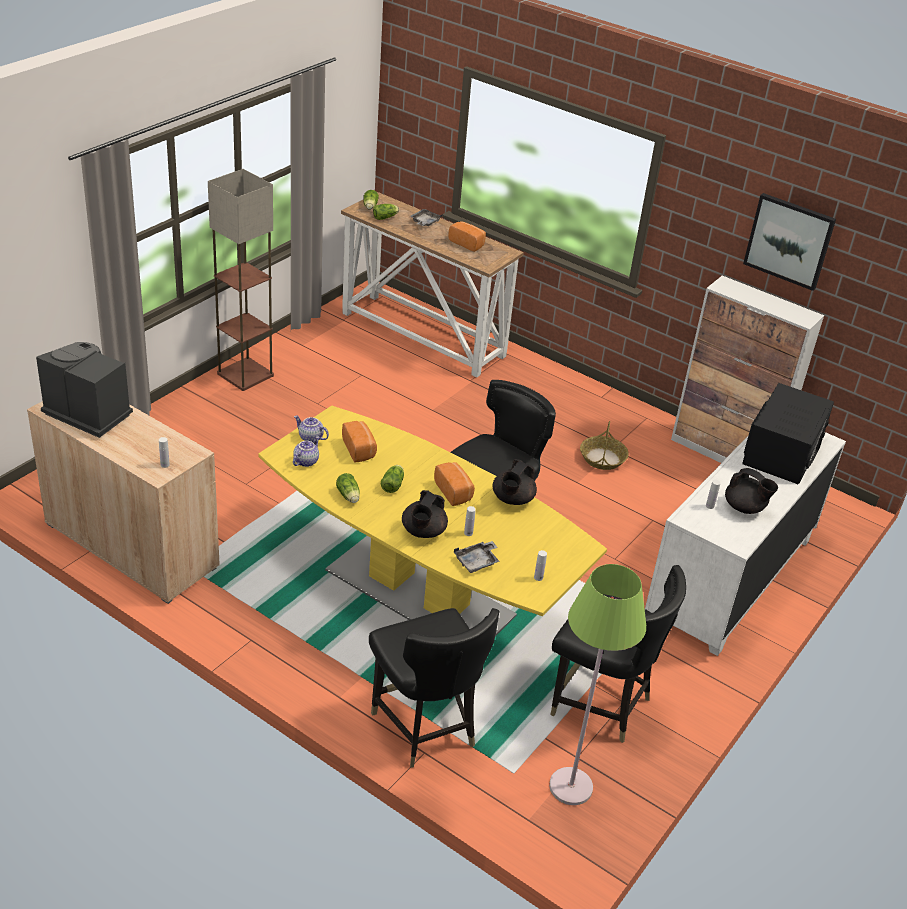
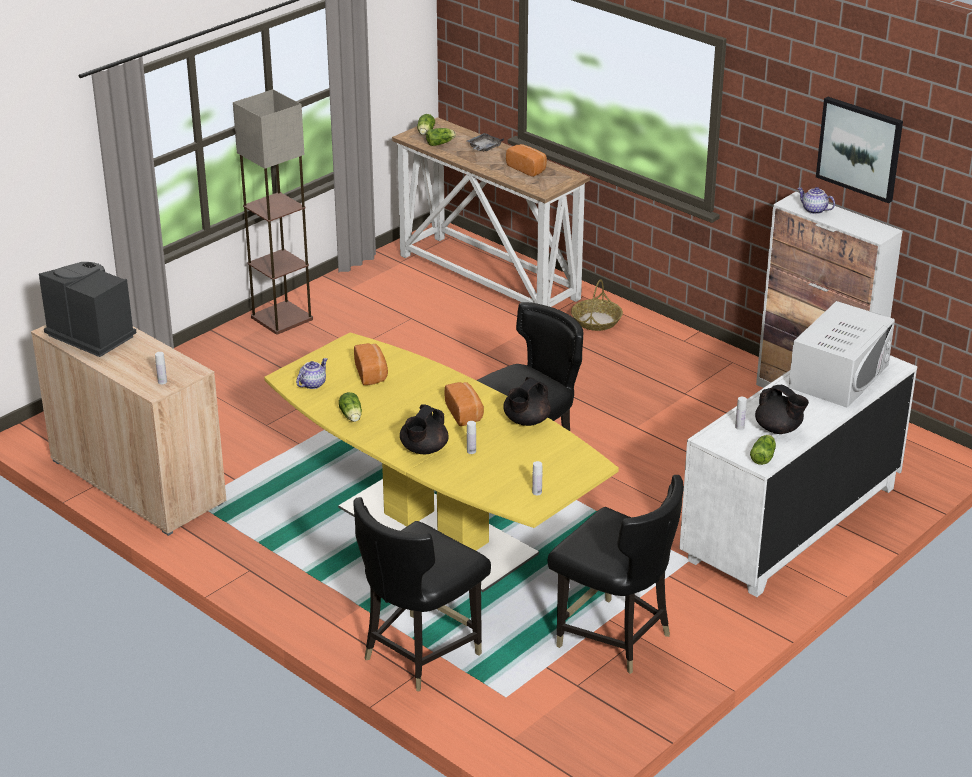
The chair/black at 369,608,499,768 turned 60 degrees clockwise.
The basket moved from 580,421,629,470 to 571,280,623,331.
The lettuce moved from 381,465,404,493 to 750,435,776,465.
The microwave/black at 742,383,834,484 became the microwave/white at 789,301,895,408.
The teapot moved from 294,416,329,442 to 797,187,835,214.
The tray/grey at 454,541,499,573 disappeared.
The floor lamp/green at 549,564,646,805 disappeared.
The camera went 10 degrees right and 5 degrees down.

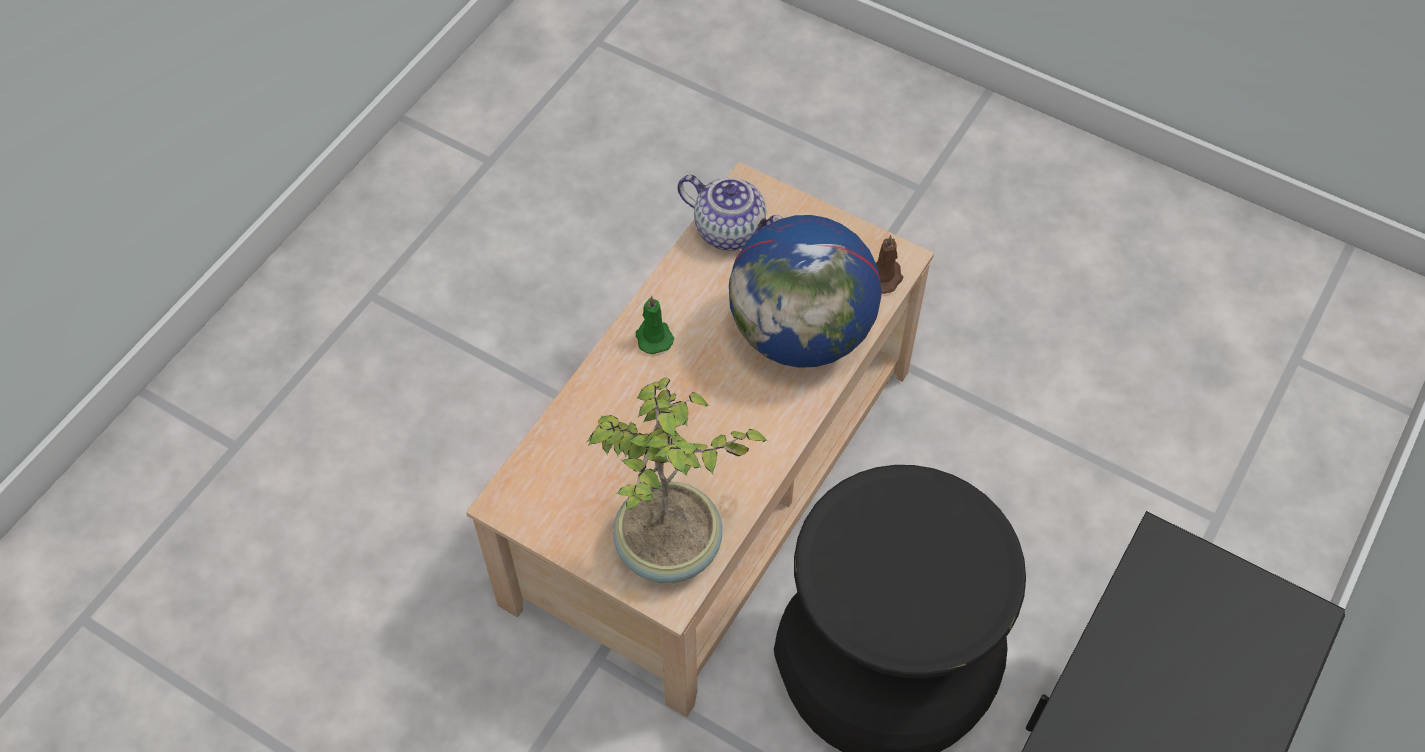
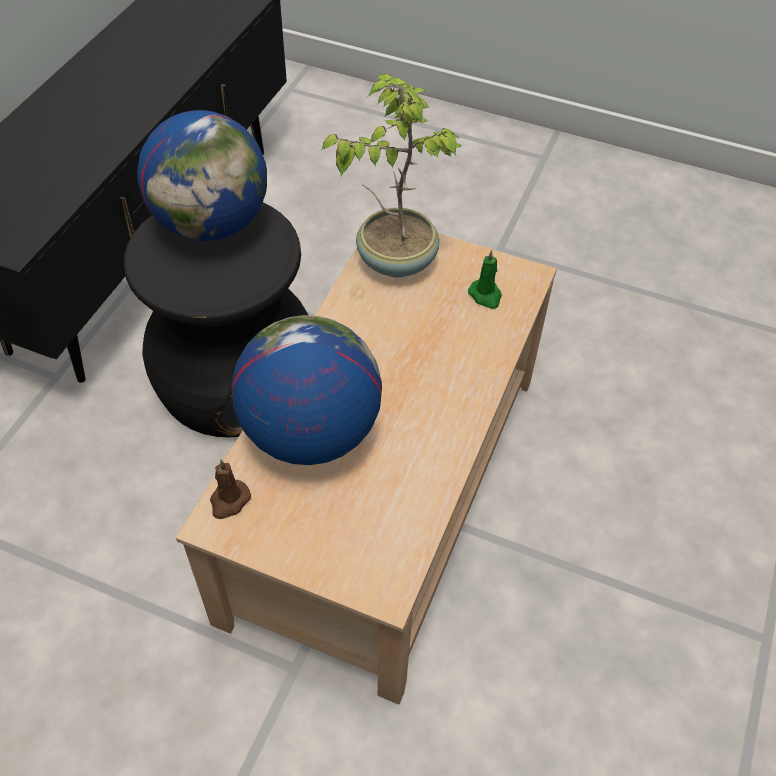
The globe at 137,110,267,241 appeared.
The candle/green moved from 636,296,674,354 to 468,250,502,309.
The teapot at 677,175,782,250 disappeared.
The camera went 170 degrees right and 5 degrees down.

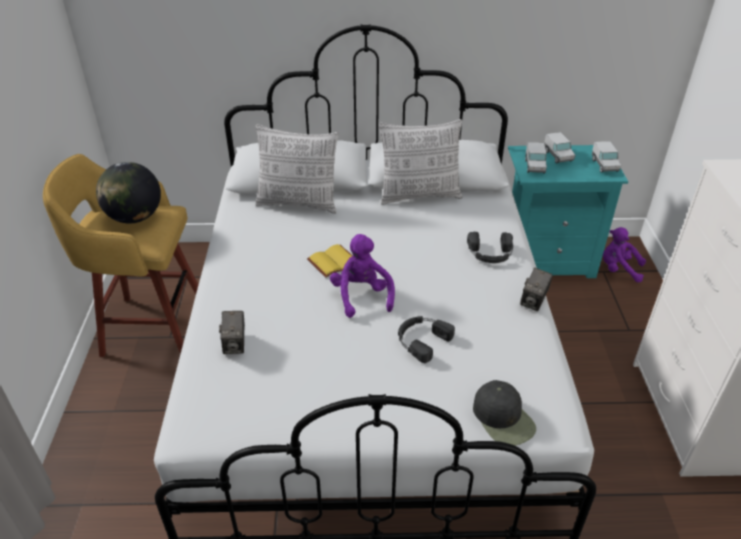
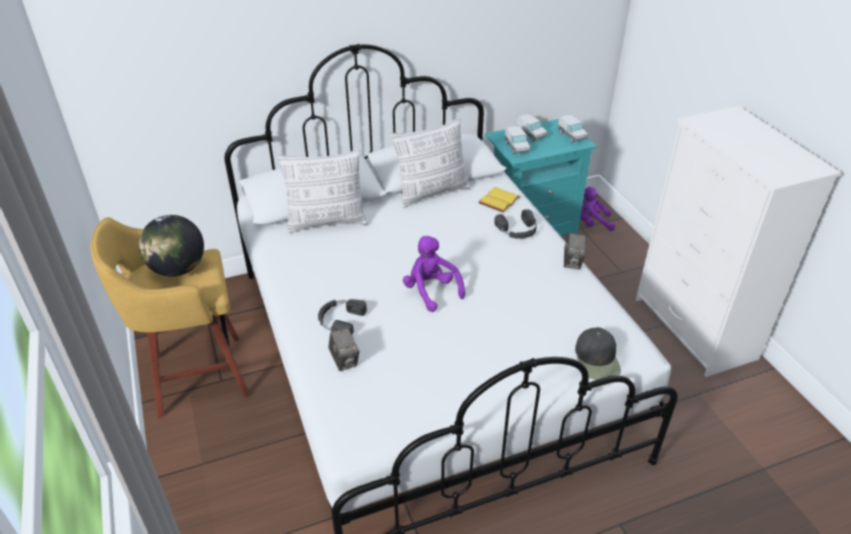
The headphones/black moved from 398,316,455,363 to 318,299,367,335.
The book/yellow moved from 307,244,353,278 to 478,187,520,213.
The cap/black at 473,380,536,446 turned 45 degrees clockwise.
The camera went 20 degrees left and 0 degrees up.

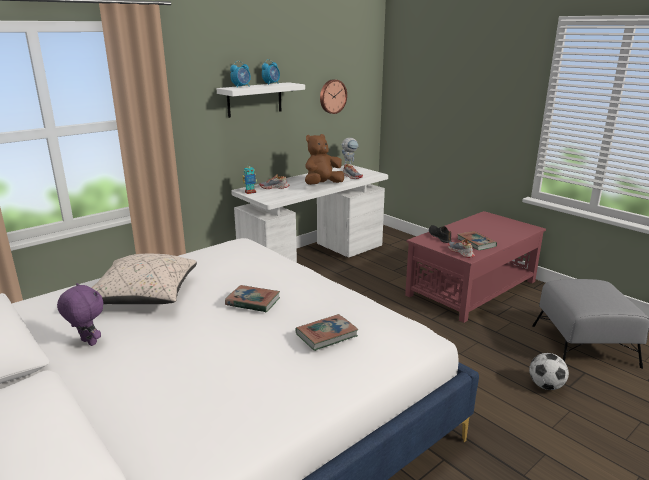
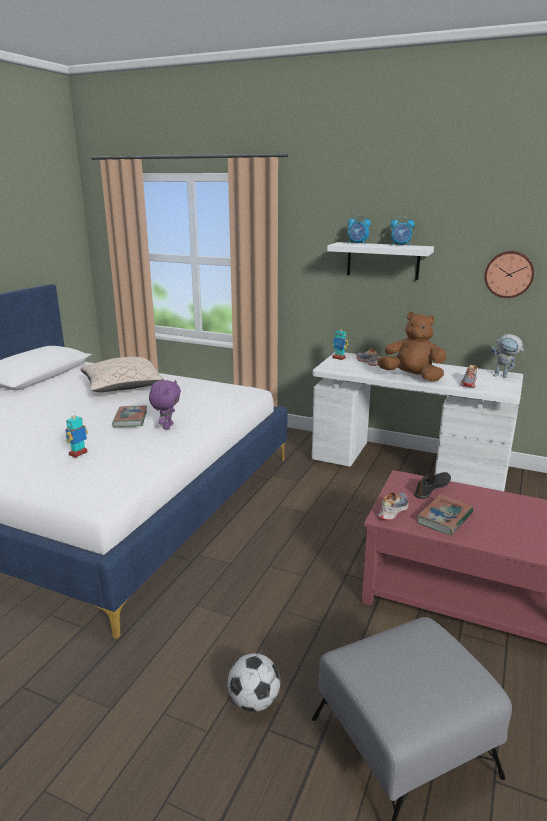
The book at 295,314,359,351 was replaced by the toy robot at 65,411,88,458.
The plush toy/purple moved from 57,283,103,346 to 149,380,181,430.
The camera went 65 degrees right and 0 degrees up.

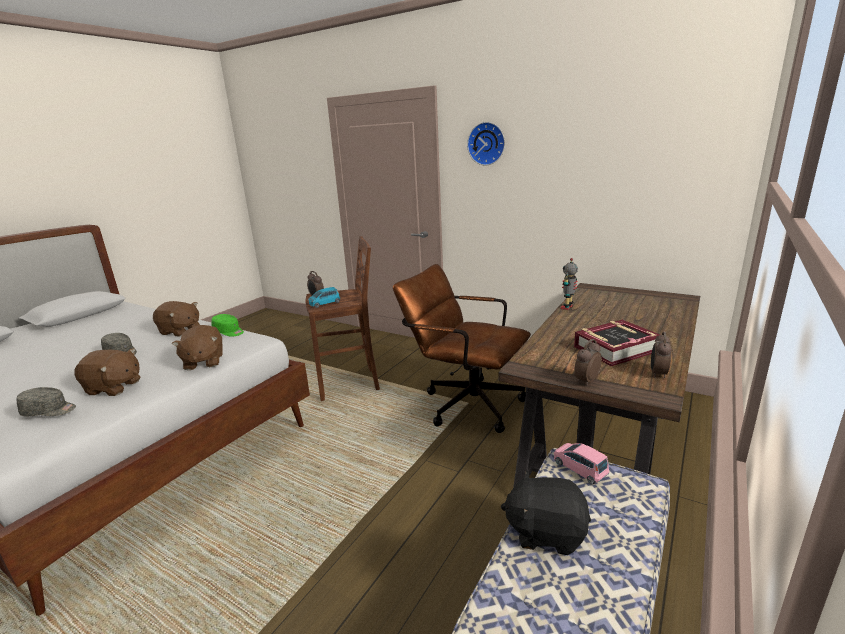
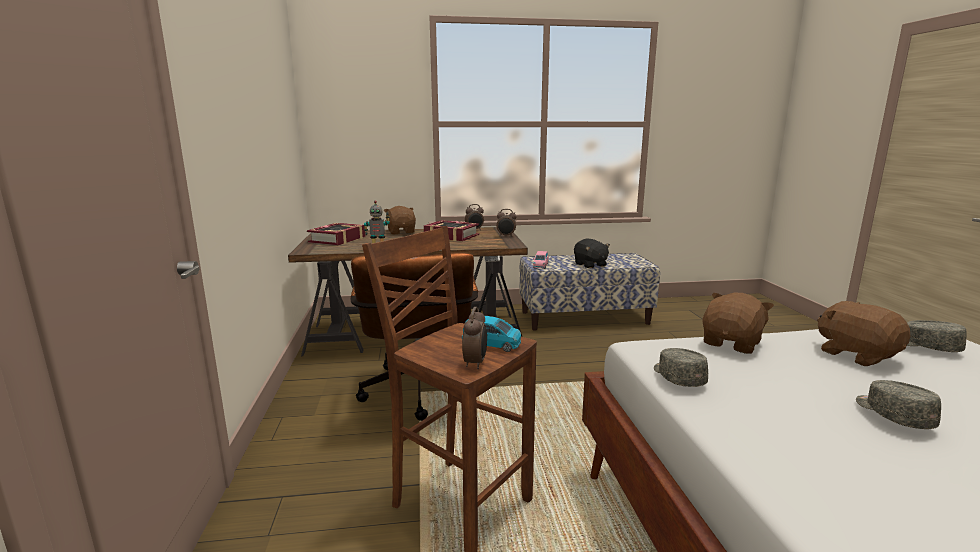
The book at 307,223,366,245 appeared.
The plush toy/brown moved from 153,301,200,336 to 384,206,416,234.
The cap/green at 211,314,244,337 became the cap/grey at 654,348,708,387.
The wall clock at 467,122,505,165 disappeared.
The camera went 130 degrees left and 5 degrees down.

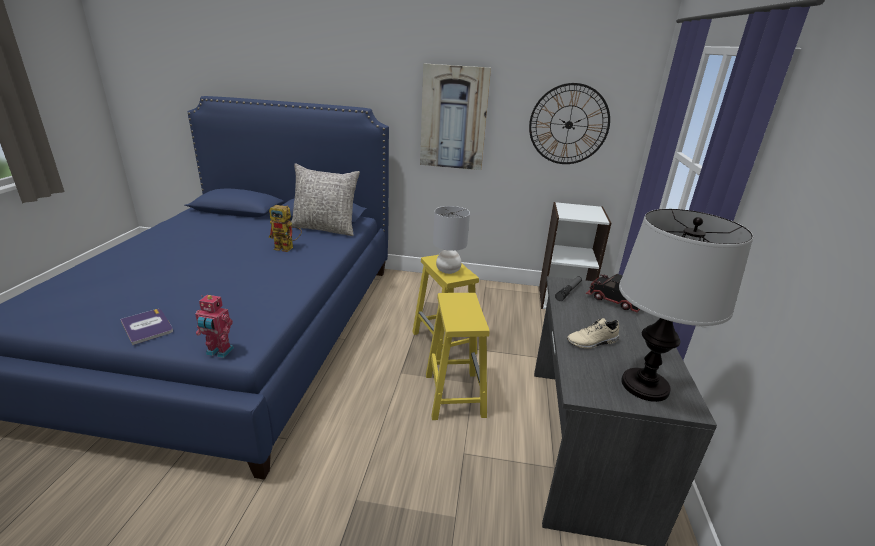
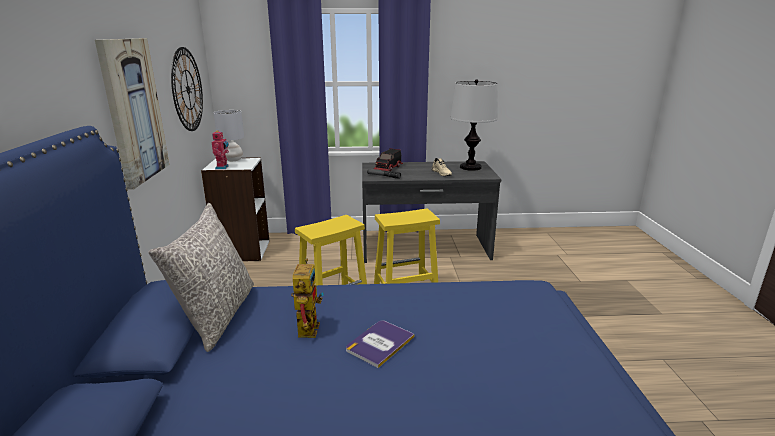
The toy robot moved from 195,295,234,358 to 211,130,229,169.
The table lamp/grey moved from 433,206,470,274 to 214,110,244,161.
The book moved from 120,309,173,345 to 346,321,415,368.
The camera went 100 degrees left and 5 degrees down.

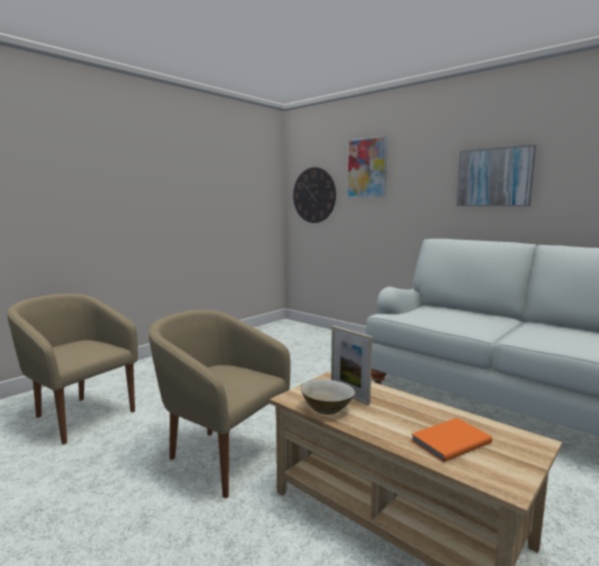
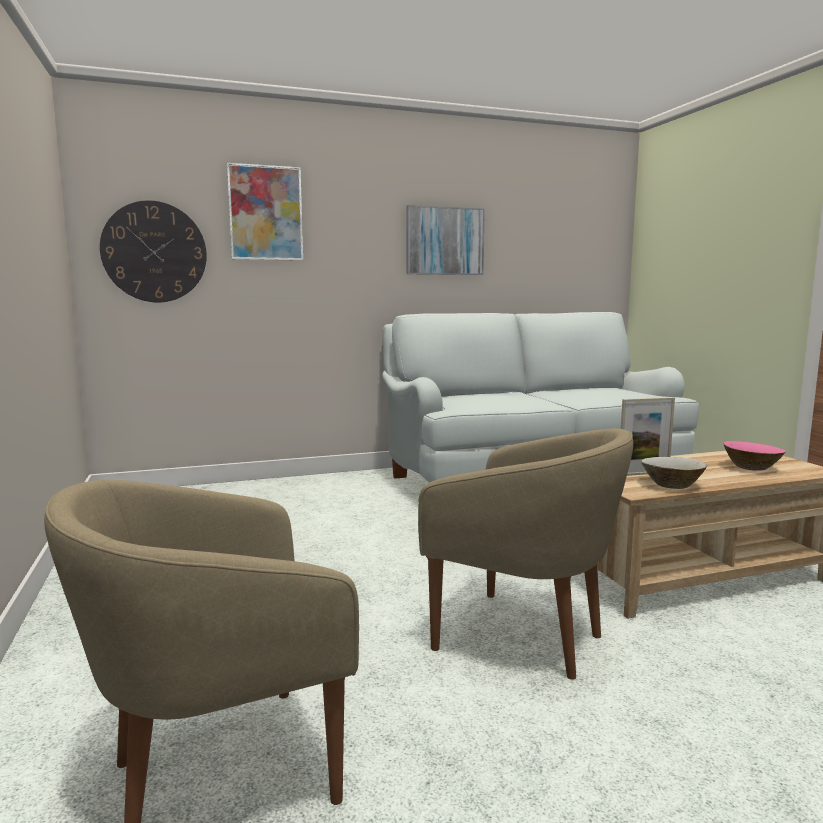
The armchair/beige at 149,310,290,498 turned 120 degrees counterclockwise.
The book/orange at 411,418,492,462 was replaced by the bowl/pink at 724,441,786,471.
The camera went 60 degrees left and 0 degrees up.

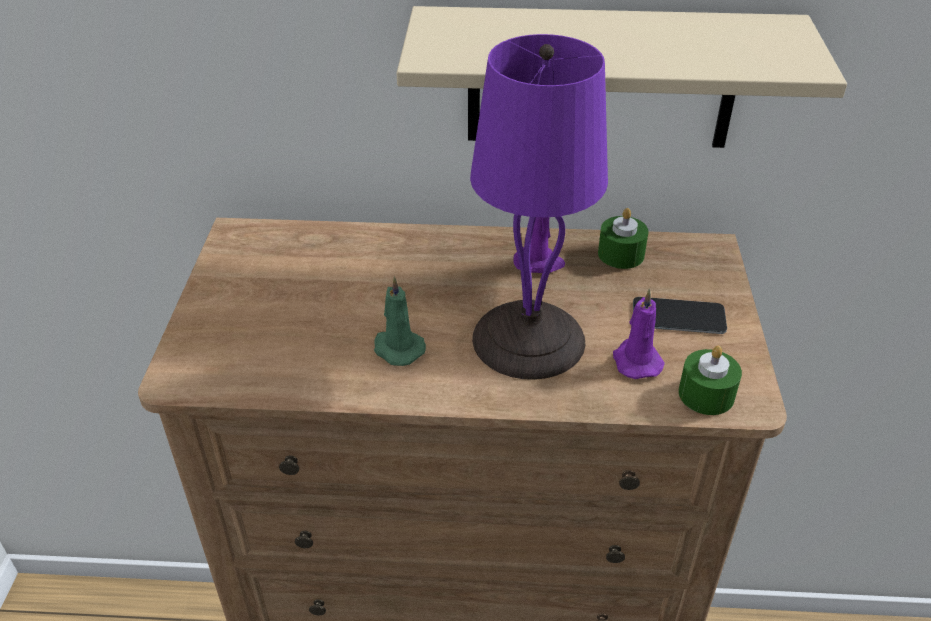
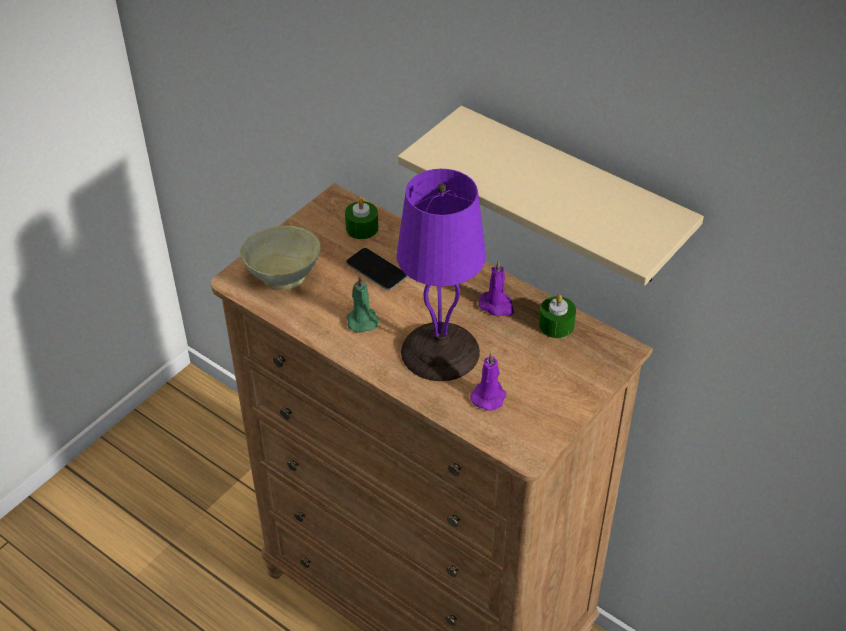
The bowl/beige at 240,225,321,290 appeared.
The candle/green moved from 679,346,742,415 to 345,198,378,239.
The phone moved from 633,297,727,334 to 346,248,407,290.
The camera went 35 degrees right and 5 degrees up.

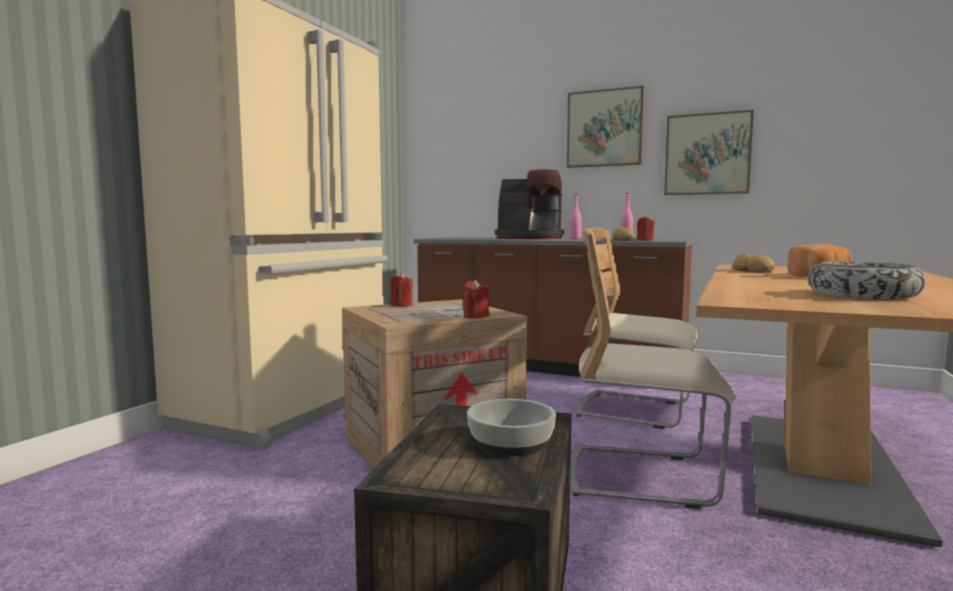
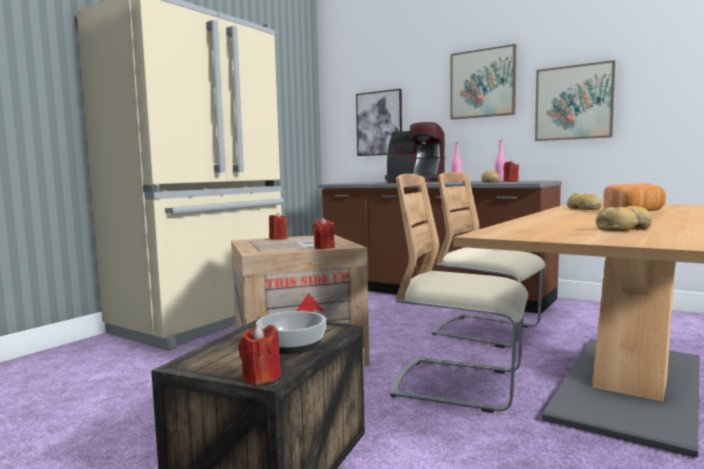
The candle/red at 238,324,281,385 appeared.
The picture at 356,89,402,156 appeared.
The bowl at 808,262,926,299 was replaced by the bread at 596,206,652,231.
The camera went 10 degrees right and 0 degrees up.

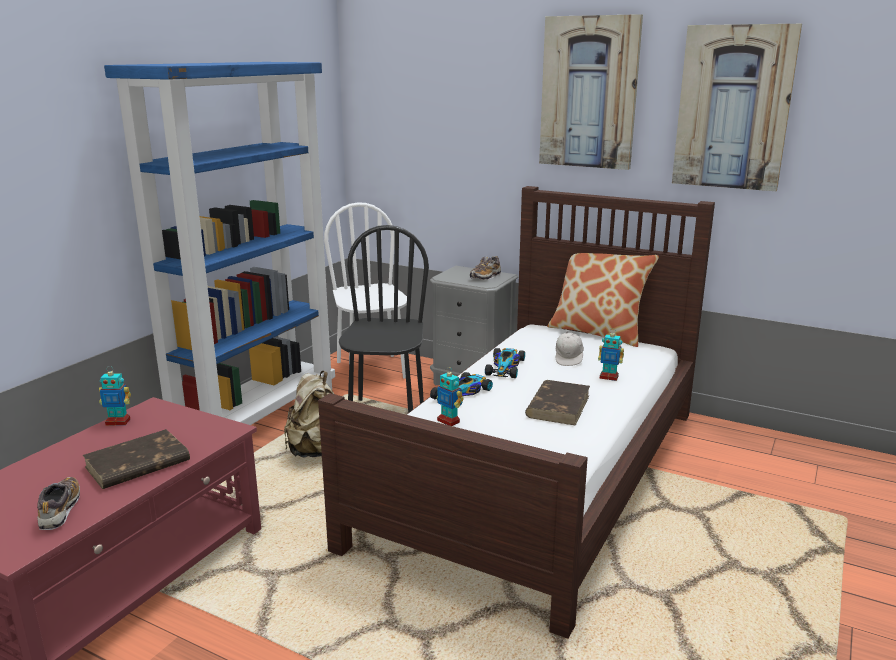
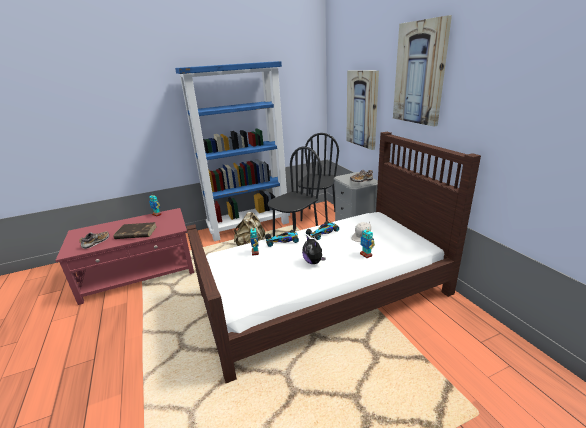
The chair/white at 324,202,407,379 became the chair/black at 298,133,339,221.
The book/brown at 525,380,590,426 was replaced by the plush toy at 302,235,325,264.
The picture moved from 672,24,802,191 to 346,70,379,150.
The pillow at 547,253,659,347 disappeared.
The camera went 40 degrees right and 5 degrees up.

